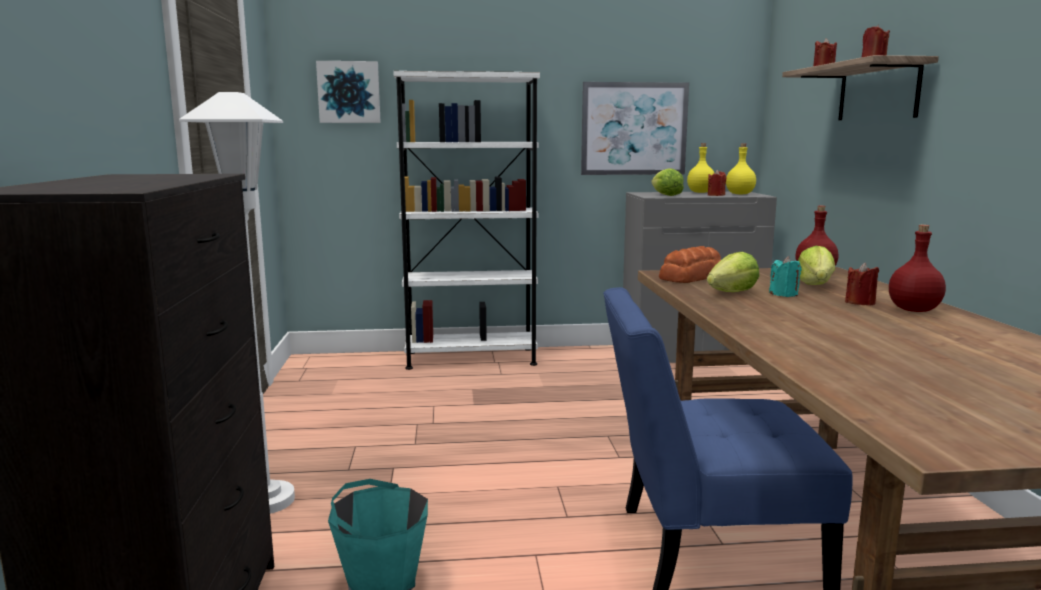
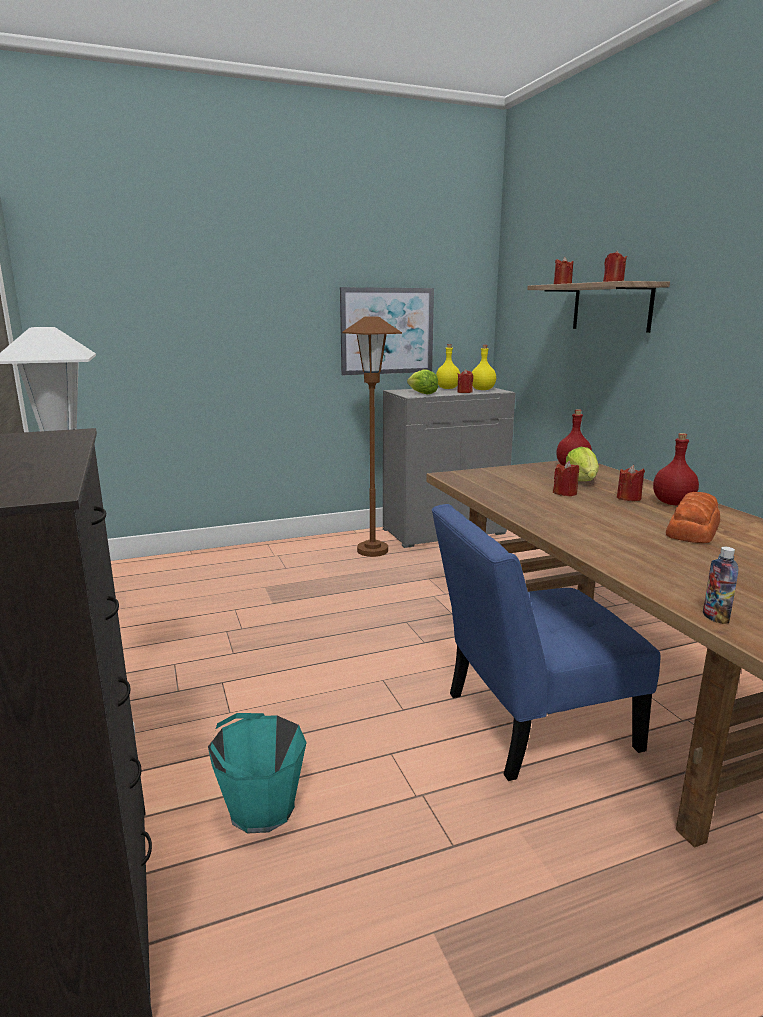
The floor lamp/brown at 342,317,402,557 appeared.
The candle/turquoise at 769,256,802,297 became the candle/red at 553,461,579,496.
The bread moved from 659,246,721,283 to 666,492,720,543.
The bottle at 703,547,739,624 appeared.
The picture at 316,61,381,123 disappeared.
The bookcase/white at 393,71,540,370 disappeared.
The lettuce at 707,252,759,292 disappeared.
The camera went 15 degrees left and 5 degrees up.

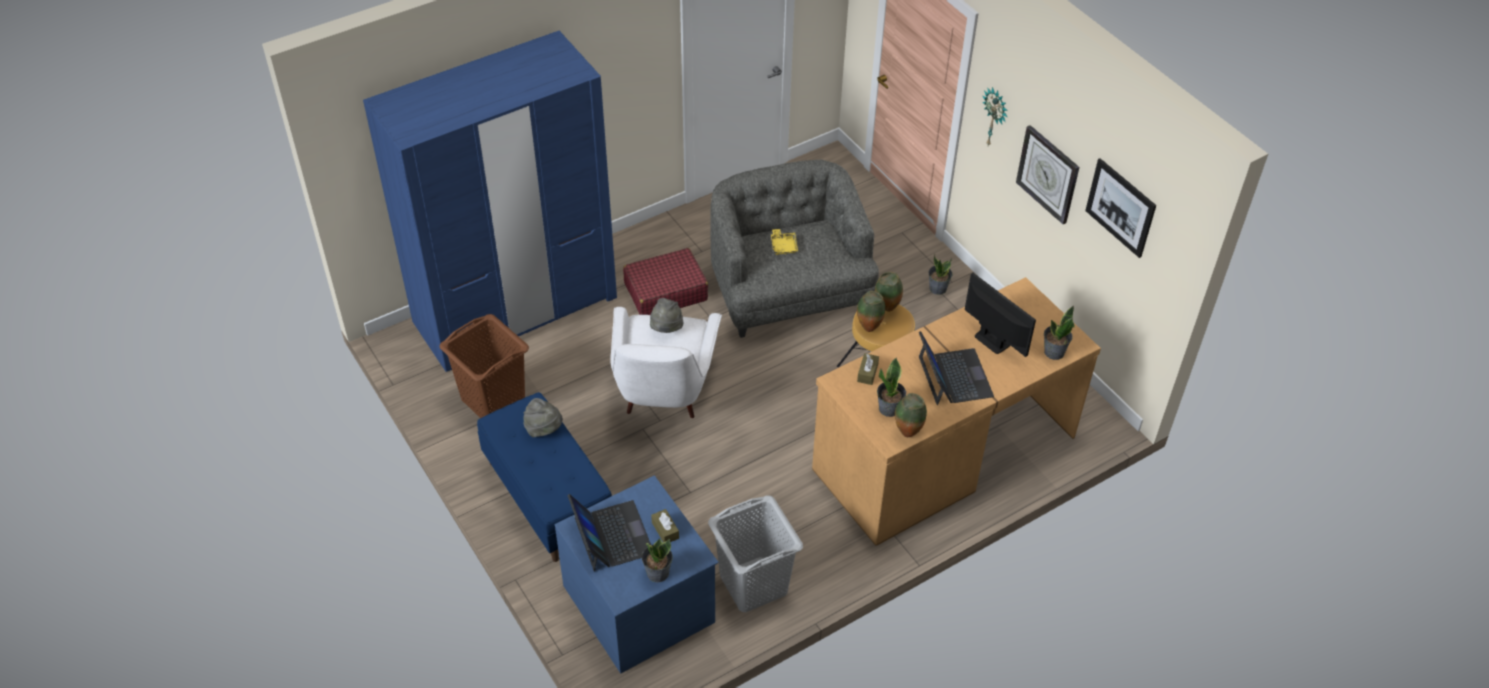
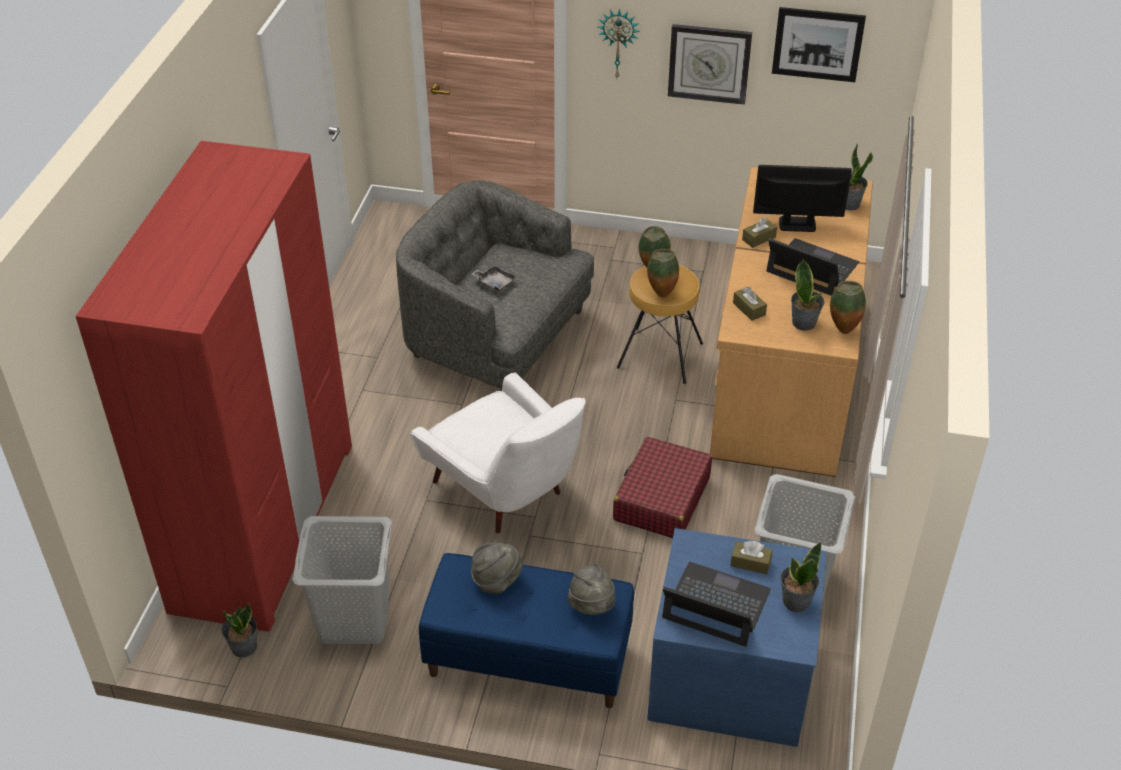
The wardrobe/blue at 363,31,617,372 became the wardrobe/red at 76,141,352,631.
The potted plant moved from 928,254,952,295 to 222,603,257,658.
The laundry basket/brown at 439,314,529,418 became the laundry basket/grey at 292,516,392,644.
The tray/yellow at 771,229,798,255 became the tray/grey at 472,264,518,293.
The hat/grey moved from 650,298,684,333 to 568,563,615,615.
The suitcase/red moved from 623,248,708,315 to 613,437,712,538.
The tissue box/brown at 742,217,777,248 appeared.
The camera went 45 degrees left and 5 degrees down.

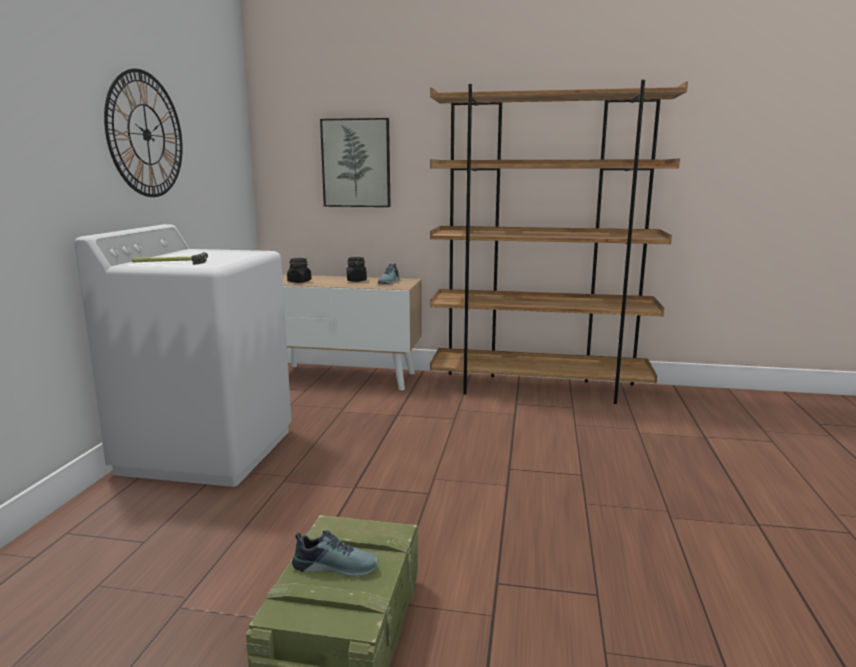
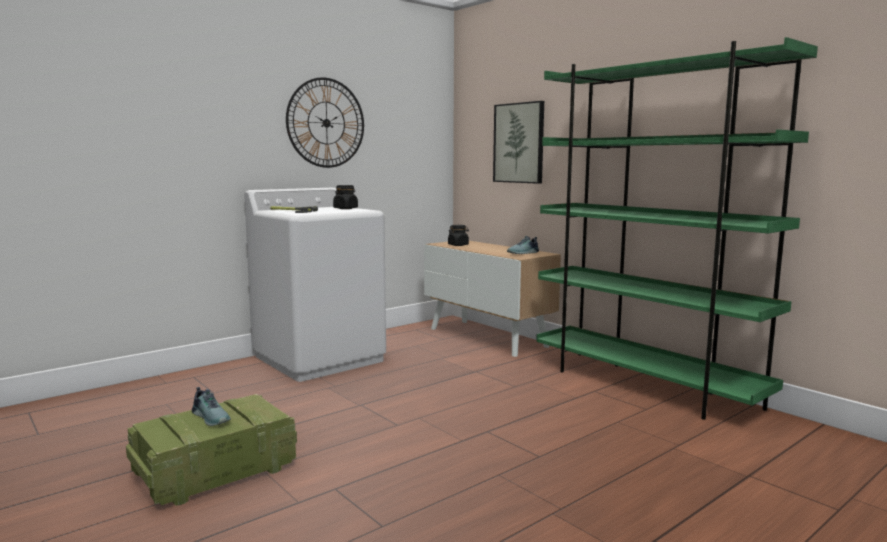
The jar/black moved from 347,257,367,282 to 333,185,358,209.
The bookcase/brown at 430,80,688,404 became the bookcase/green at 536,37,818,420.
The camera went 40 degrees right and 5 degrees down.

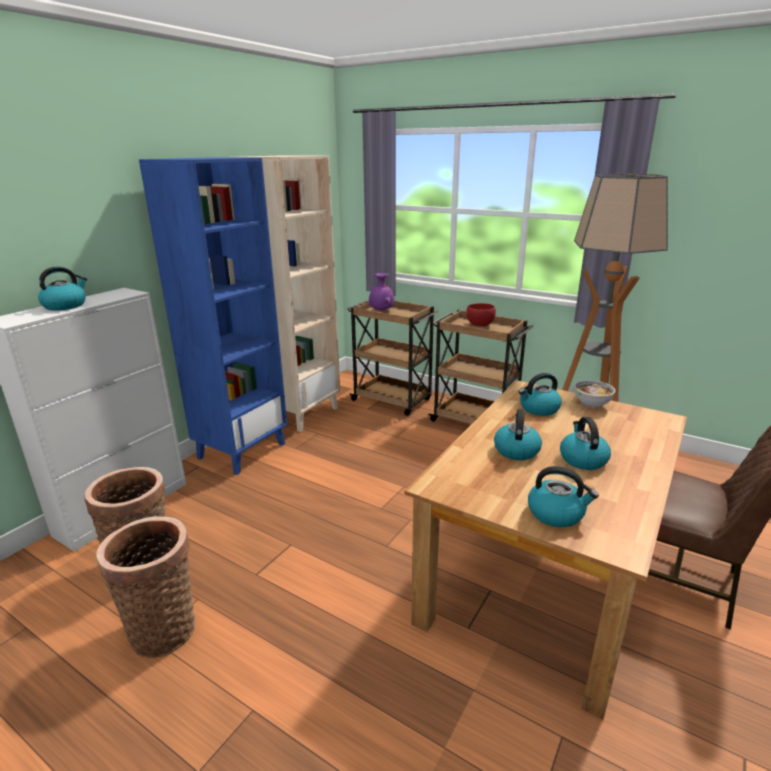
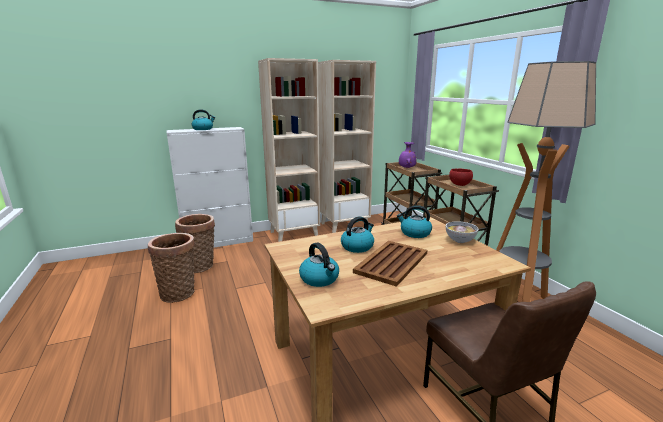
The bookcase/blue at 139,157,287,475 became the bookcase/beige at 258,58,320,242.
The kettle at 560,417,611,470 was replaced by the tray/brown at 353,241,427,287.
The camera went 35 degrees right and 5 degrees down.

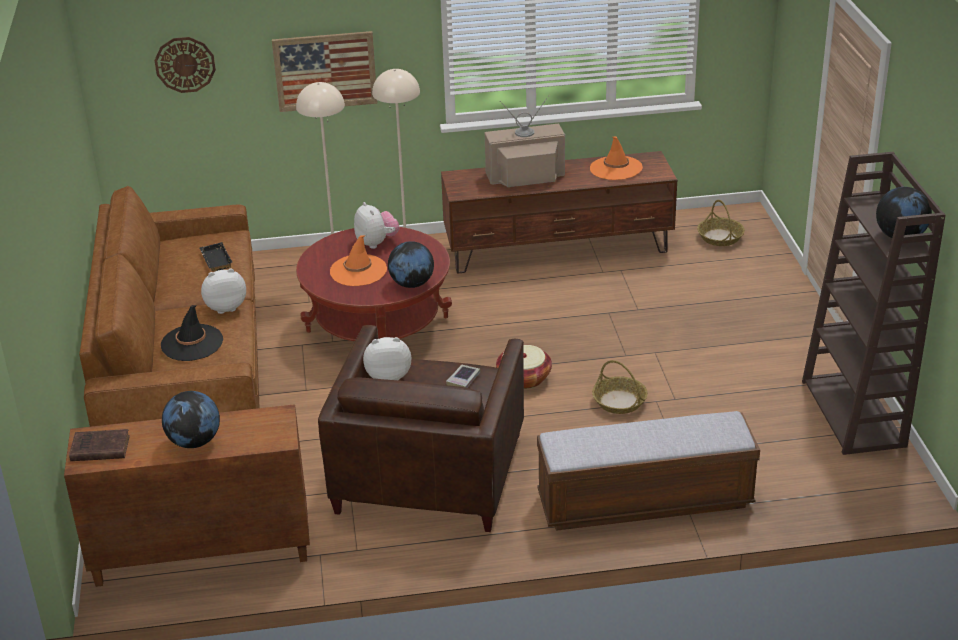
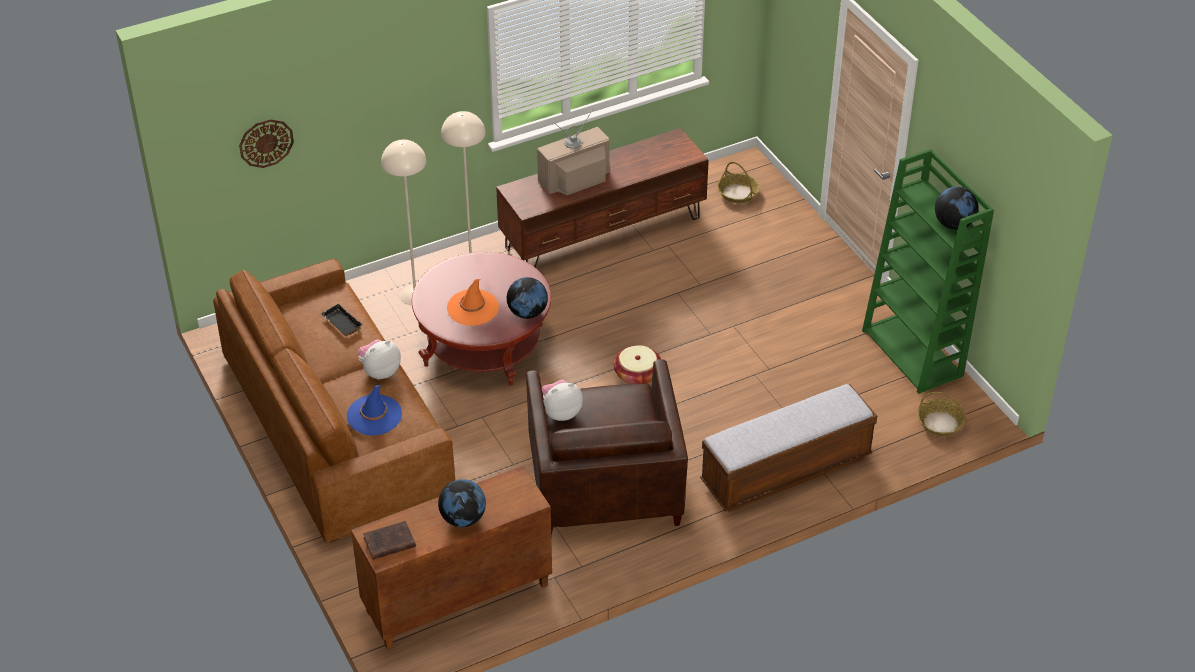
The hat/black at 161,305,223,361 became the hat/blue at 347,385,402,436.
The bookcase/brown at 802,152,946,455 became the bookcase/green at 862,149,994,394.
The basket moved from 592,360,648,414 to 918,392,966,436.
The picture at 272,31,378,112 disappeared.
The plush toy at 354,202,400,249 disappeared.
The book at 446,365,481,388 disappeared.
The hat/orange at 590,137,643,180 disappeared.
The camera went 20 degrees left and 10 degrees up.

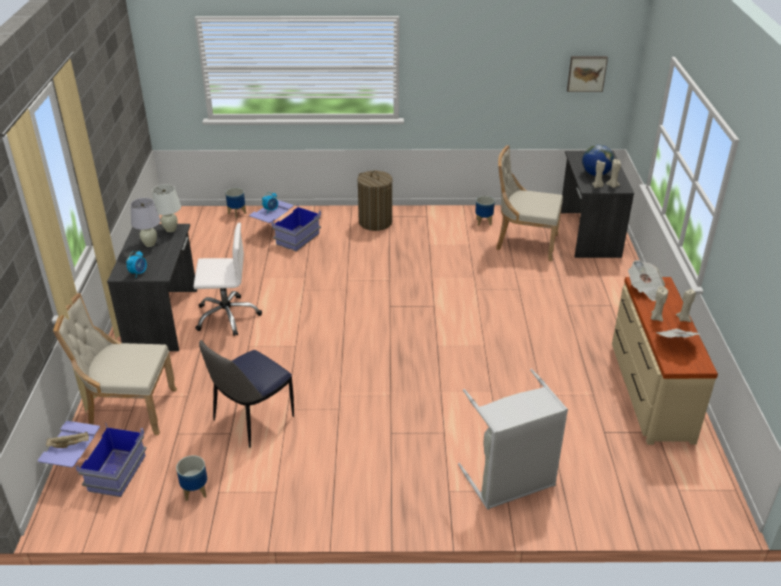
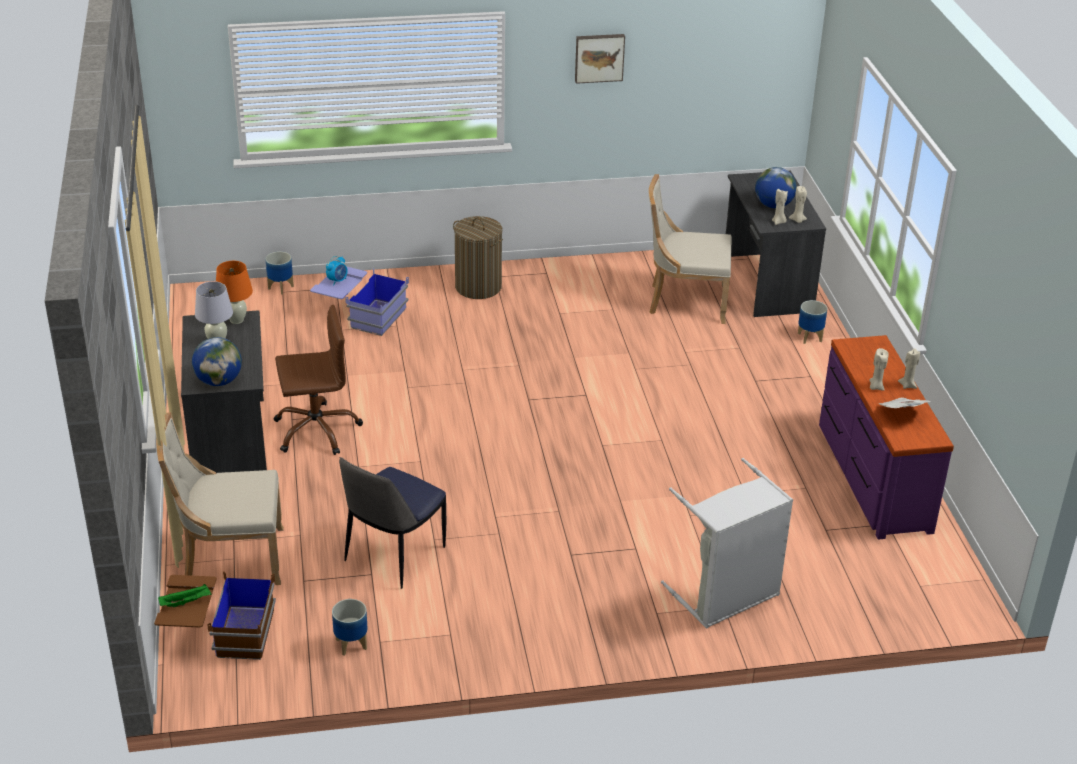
The storage box/blue at 38,421,147,497 became the storage box/brown at 154,571,276,660.
The tray/beige at 46,432,89,448 became the tray/green at 158,584,211,607.
The alarm clock at 126,251,147,277 was replaced by the globe at 192,337,242,386.
The table lamp/white at 152,184,181,232 became the table lamp/orange at 216,261,253,324.
The office chair/white at 194,223,262,336 became the office chair/brown at 273,305,363,455.
The picture moved from 567,56,608,92 to 575,34,625,84.
The planter moved from 475,196,495,226 to 798,300,827,344.
The dresser/beige at 612,277,718,445 became the dresser/purple at 819,335,954,540.
The newspaper at 628,260,665,301 disappeared.
The camera went 10 degrees left and 0 degrees up.

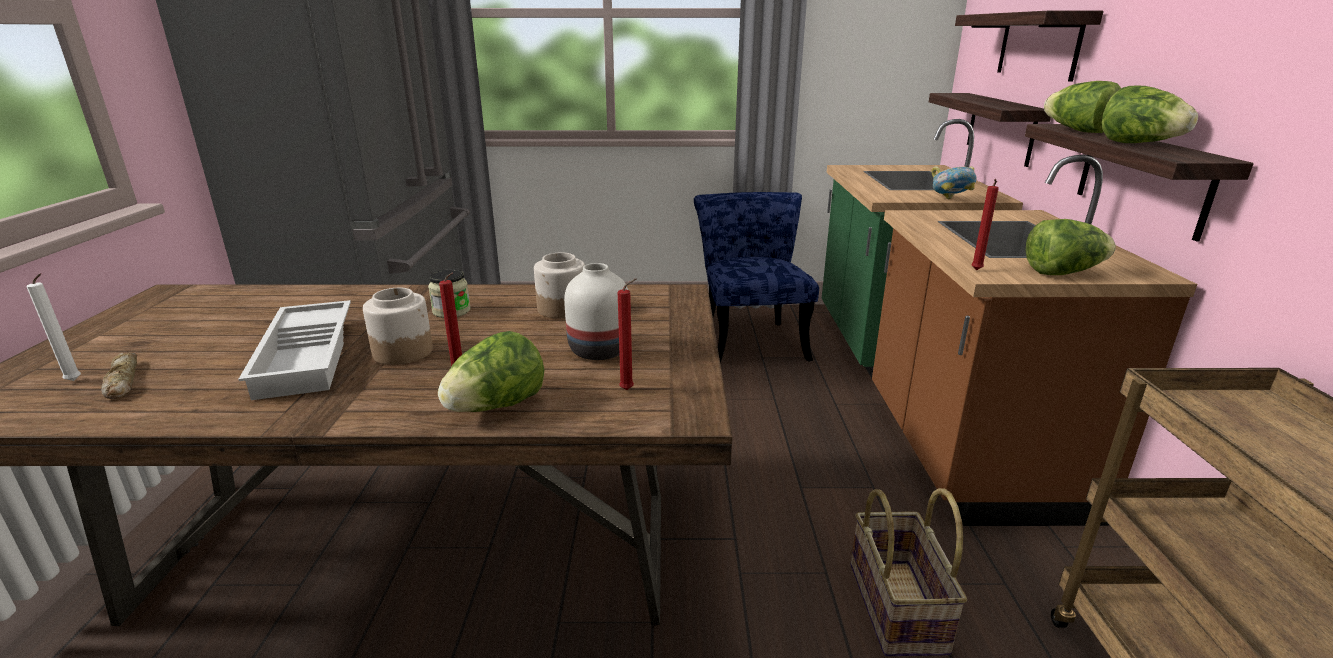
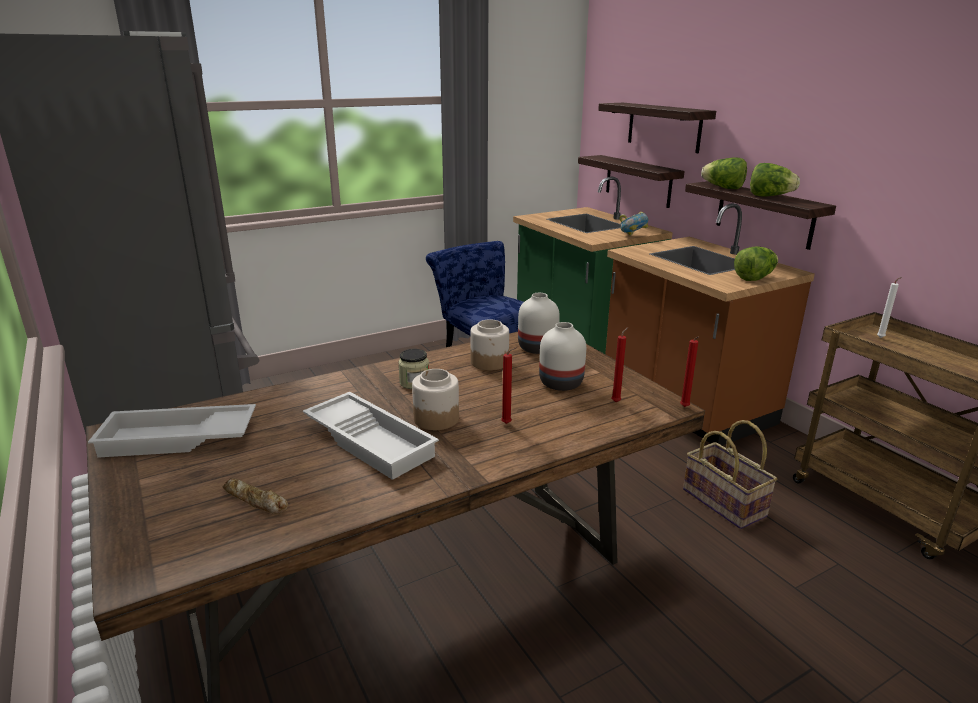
The tray/white at 88,404,256,458 appeared.
The vase/white at 518,293,560,354 appeared.
The candle/red moved from 971,179,999,270 to 680,336,699,407.
The candle/white moved from 26,273,81,381 to 877,277,901,338.
The lettuce at 438,331,544,412 disappeared.
The camera went 30 degrees left and 0 degrees up.

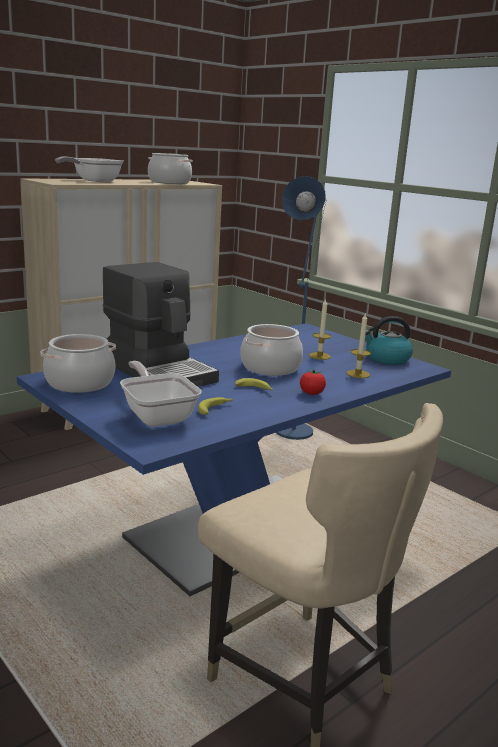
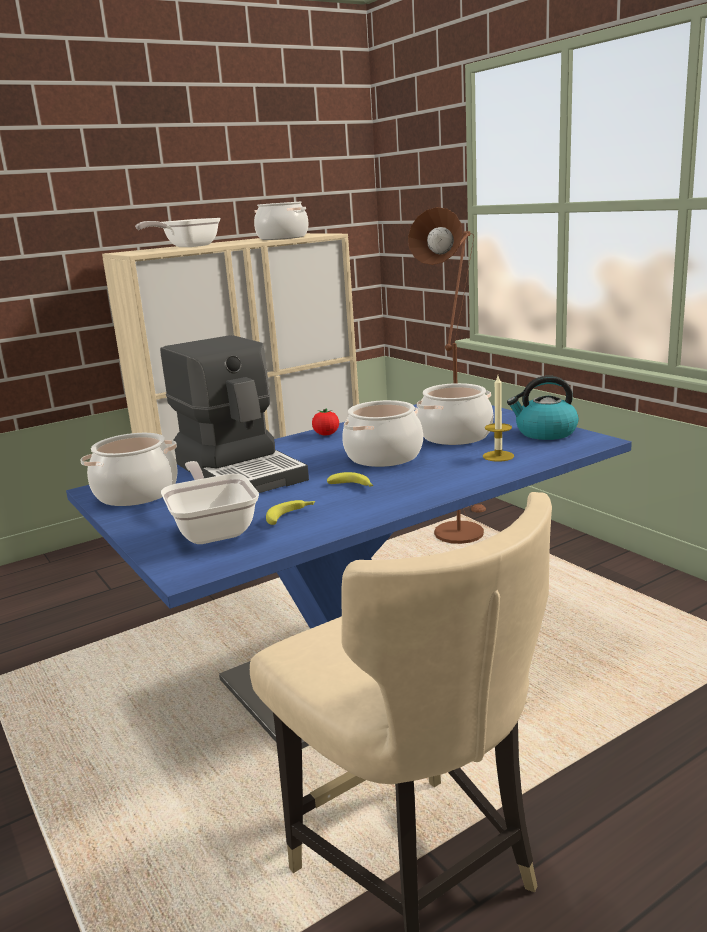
The tomato moved from 300,369,326,395 to 312,408,339,436.
The floor lamp/blue at 276,176,326,440 became the floor lamp/brown at 408,207,486,544.
The candle at 309,298,331,360 was replaced by the cooking pot at 417,383,493,445.
The camera went 10 degrees right and 0 degrees up.

